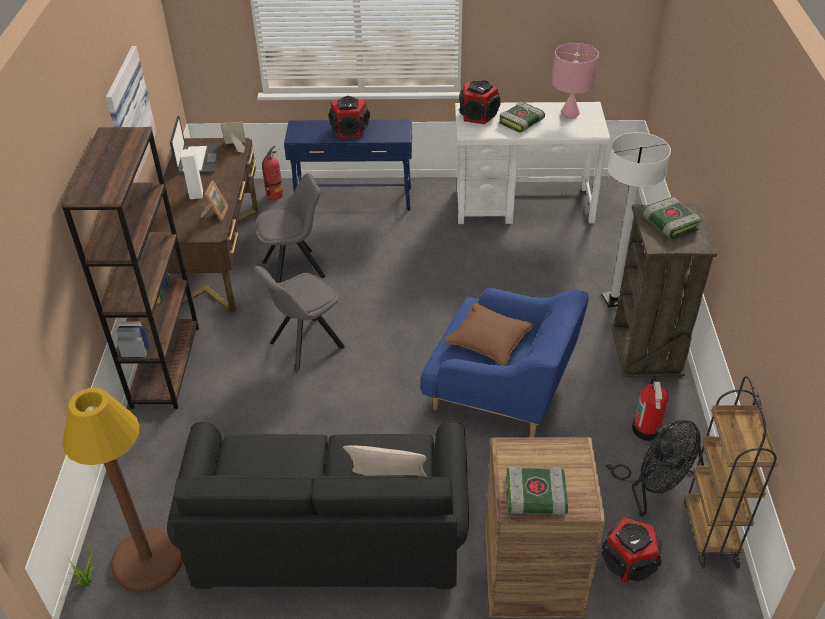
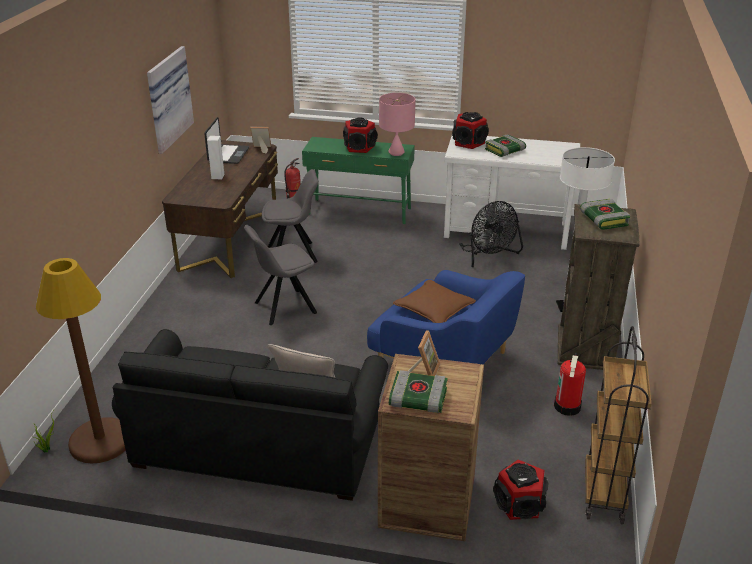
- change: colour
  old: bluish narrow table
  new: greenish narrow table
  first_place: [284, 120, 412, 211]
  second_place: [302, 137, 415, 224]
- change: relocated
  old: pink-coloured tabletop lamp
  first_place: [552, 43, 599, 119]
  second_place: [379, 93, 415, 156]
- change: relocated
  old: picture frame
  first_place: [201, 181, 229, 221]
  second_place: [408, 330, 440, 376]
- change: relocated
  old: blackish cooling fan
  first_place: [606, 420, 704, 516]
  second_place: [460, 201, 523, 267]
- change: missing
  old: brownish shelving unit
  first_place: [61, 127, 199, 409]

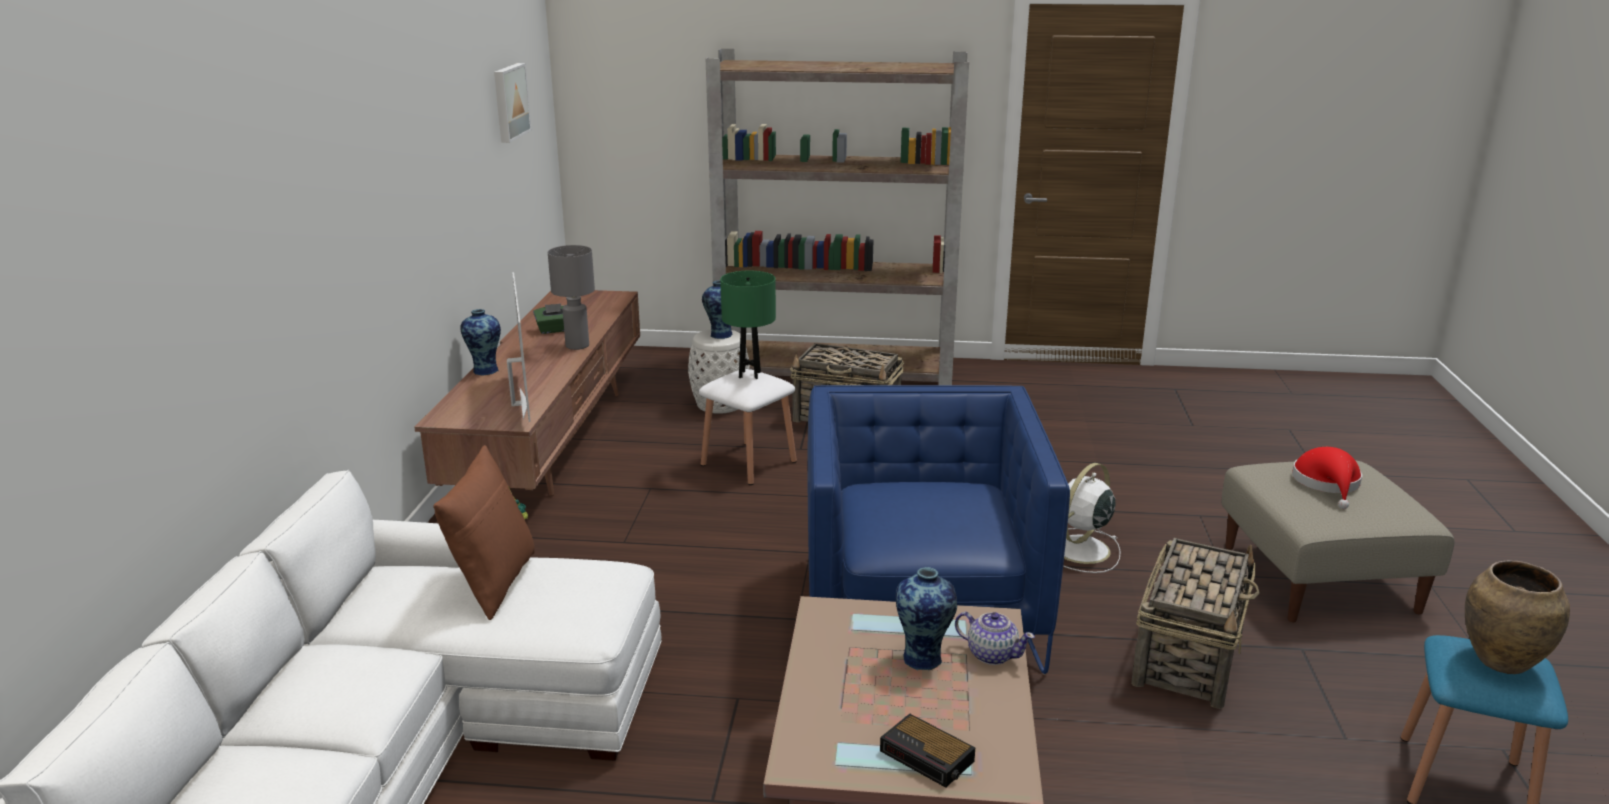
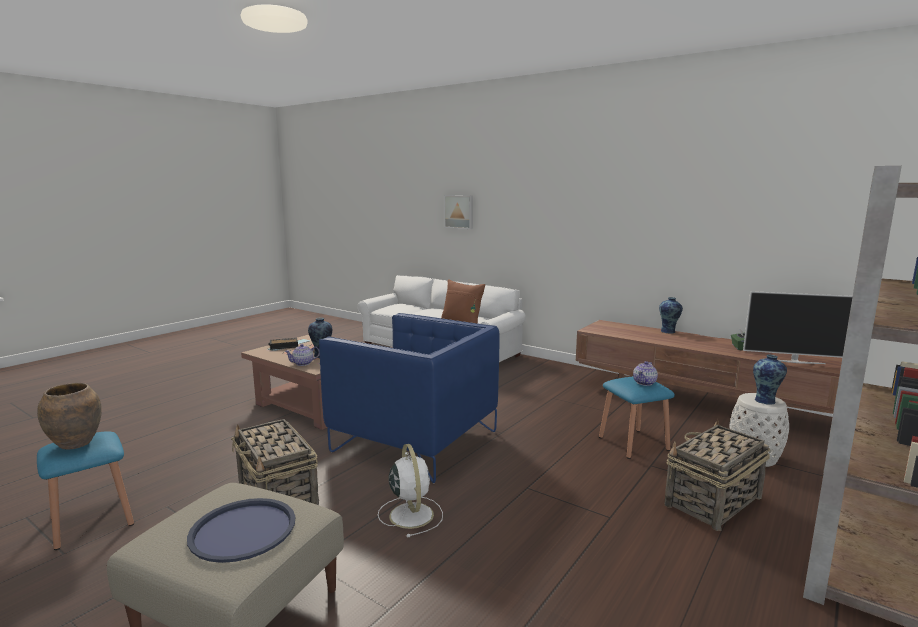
- change: exchanged
  old: reddish clothing hat
  new: bluish serving tray
  first_place: [1292, 447, 1362, 509]
  second_place: [187, 498, 295, 563]
- change: relocated
  old: picture
  first_place: [494, 63, 532, 143]
  second_place: [444, 195, 473, 229]
- change: colour
  old: white stool seat
  new: bluish stool seat
  first_place: [699, 369, 797, 485]
  second_place: [599, 377, 675, 459]
- change: exchanged
  old: greenish tabletop lamp
  new: pot for tea
  first_place: [720, 271, 776, 379]
  second_place: [633, 361, 658, 386]
- change: relocated
  old: television
  first_place: [507, 272, 531, 422]
  second_place: [743, 291, 853, 364]
- change: missing
  old: grey tabletop lamp
  first_place: [548, 245, 595, 350]

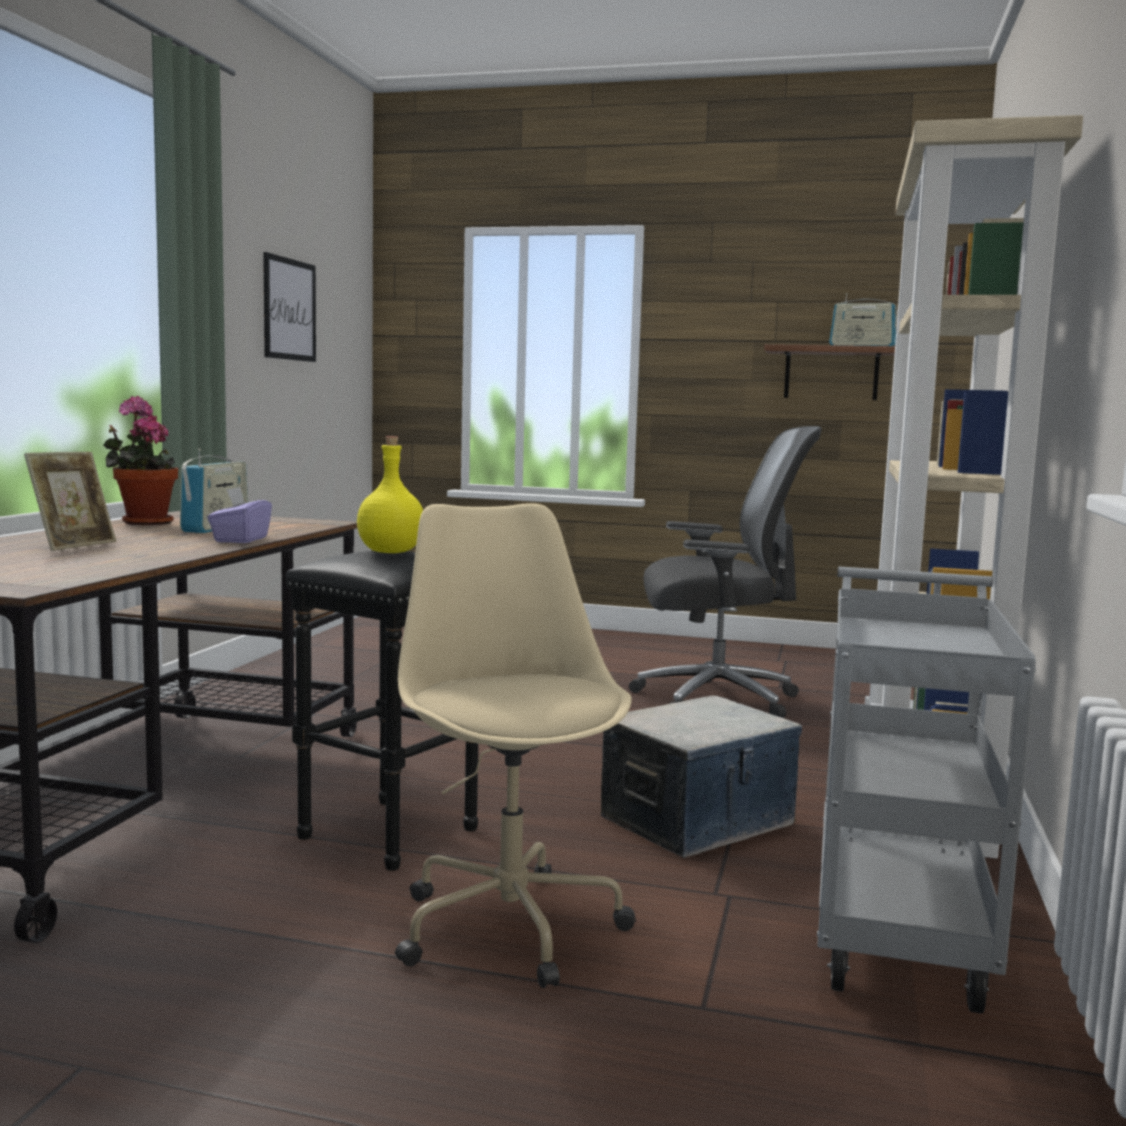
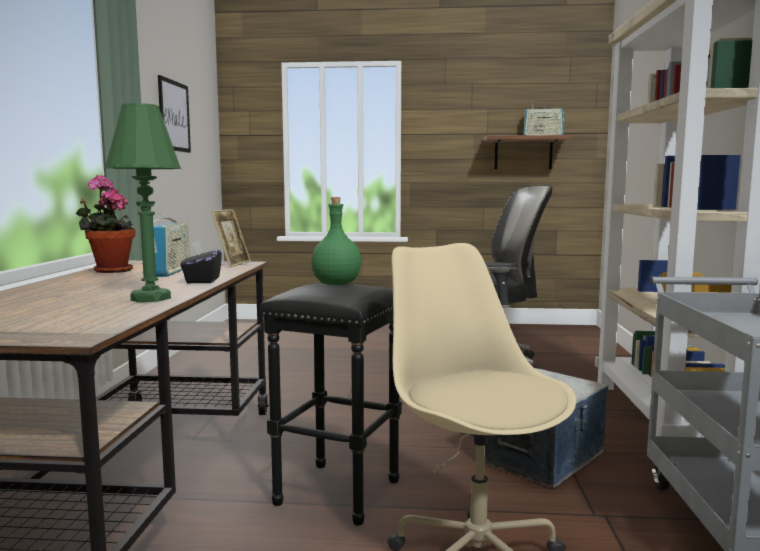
- change: appeared
  new: greenish tabletop lamp
  second_place: [105, 103, 181, 302]
- change: colour
  old: purple tissue holder
  new: blackish tissue holder
  first_place: [207, 487, 272, 543]
  second_place: [181, 240, 222, 283]
- change: relocated
  old: picture frame
  first_place: [24, 452, 116, 551]
  second_place: [211, 209, 251, 268]
- change: colour
  old: yellowish beverage bottle
  new: greenish beverage bottle
  first_place: [357, 436, 423, 553]
  second_place: [311, 197, 361, 285]

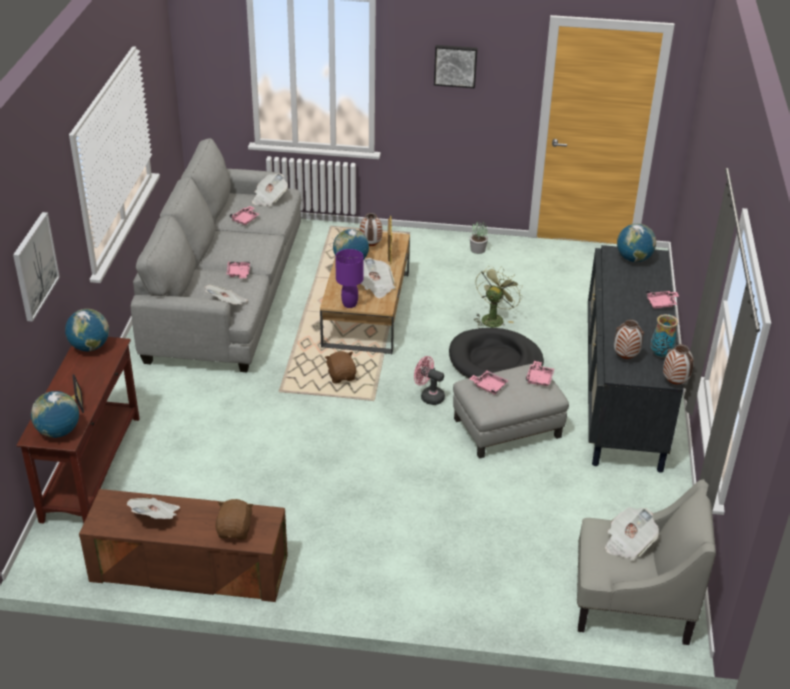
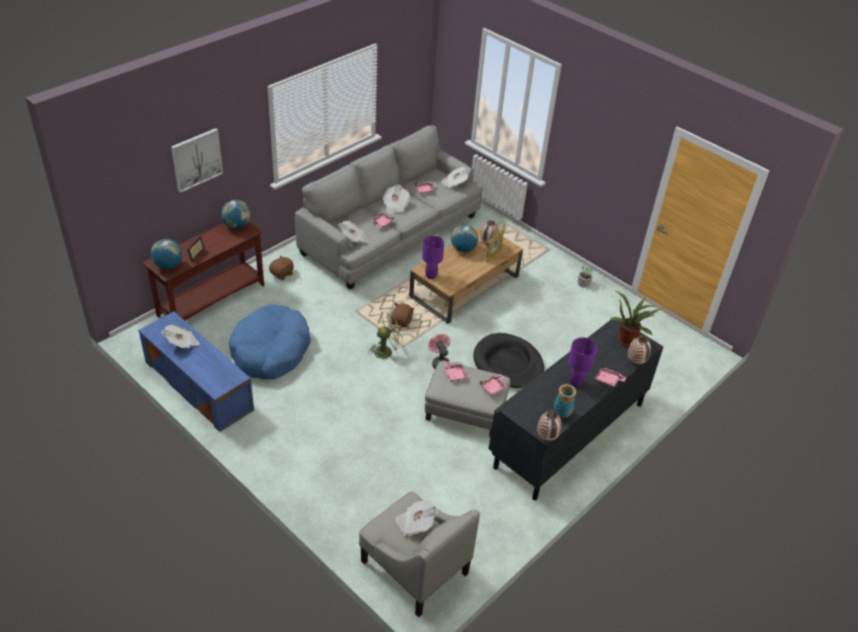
- change: colour
  old: brownish long seat
  new: bluish long seat
  first_place: [79, 489, 288, 602]
  second_place: [138, 311, 254, 432]
- change: appeared
  new: bluish dog bed
  second_place: [229, 304, 311, 380]
- change: relocated
  old: brownish plush toy
  first_place: [215, 499, 253, 540]
  second_place: [269, 255, 294, 280]
- change: relocated
  old: greenish cooling fan
  first_place: [474, 266, 523, 328]
  second_place: [369, 310, 404, 362]
- change: relocated
  old: printed paper
  first_place: [360, 258, 395, 298]
  second_place: [383, 185, 410, 214]
- change: appeared
  new: purple tabletop lamp
  second_place: [568, 338, 597, 387]
- change: exchanged
  old: desk globe
  new: potted plant
  first_place: [617, 223, 656, 262]
  second_place: [610, 291, 663, 346]
- change: relocated
  old: flower vase
  first_place: [614, 319, 644, 359]
  second_place: [628, 336, 651, 364]
- change: missing
  old: picture
  first_place: [434, 45, 477, 88]

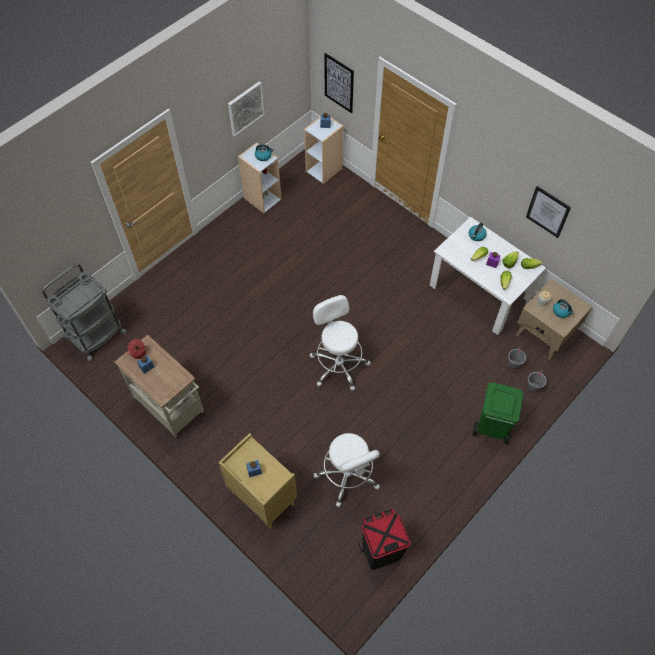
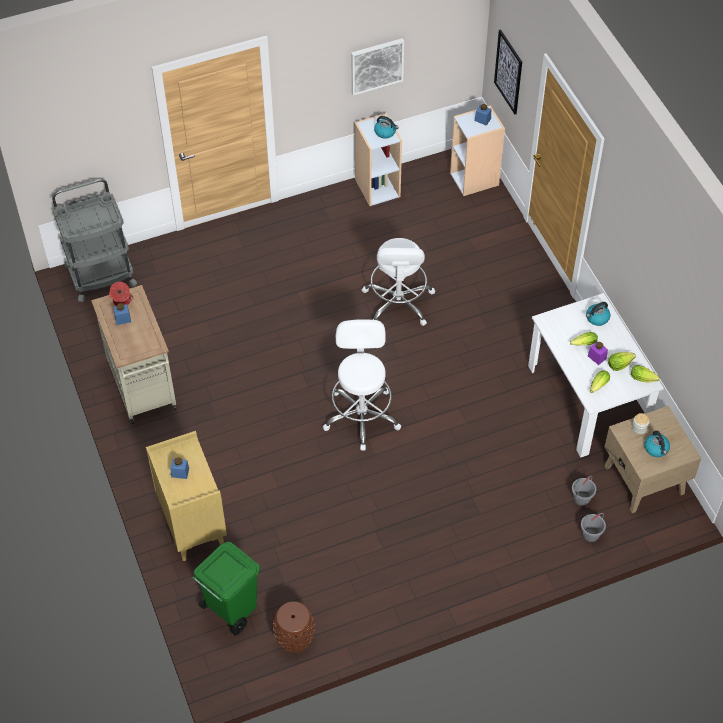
- change: relocated
  old: greenish waste bin
  first_place: [472, 382, 523, 444]
  second_place: [192, 542, 260, 635]
- change: exchanged
  old: blackish waste bin
  new: brownish stool seat
  first_place: [359, 508, 411, 570]
  second_place: [273, 601, 315, 653]
- change: relocated
  old: white stool seat
  first_place: [314, 433, 380, 507]
  second_place: [362, 238, 435, 326]
- change: missing
  old: picture
  first_place: [526, 186, 571, 238]

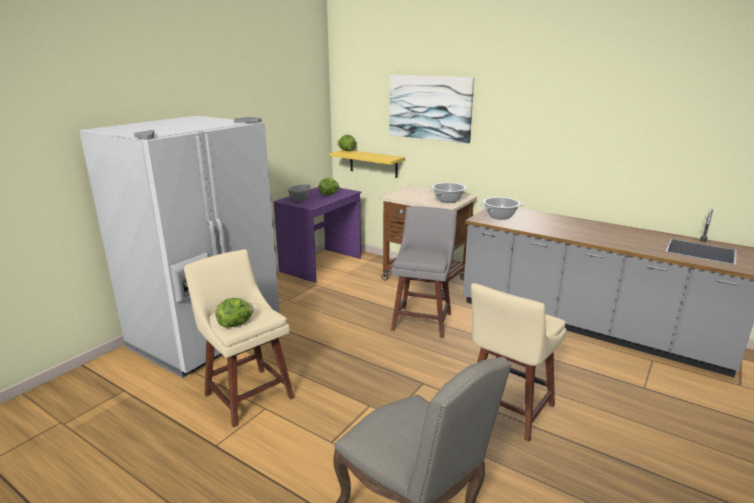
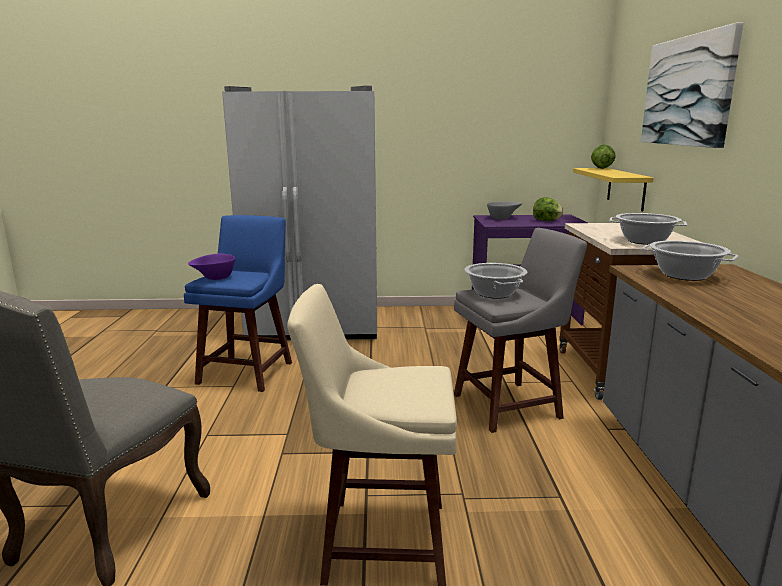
- change: colour
  old: beige stool seat
  new: bluish stool seat
  first_place: [184, 249, 294, 428]
  second_place: [184, 215, 292, 392]
- change: exchanged
  old: lettuce head
  new: purple deep dish
  first_place: [215, 298, 253, 328]
  second_place: [188, 254, 235, 280]
- change: appeared
  new: saucepot
  second_place: [464, 263, 527, 299]

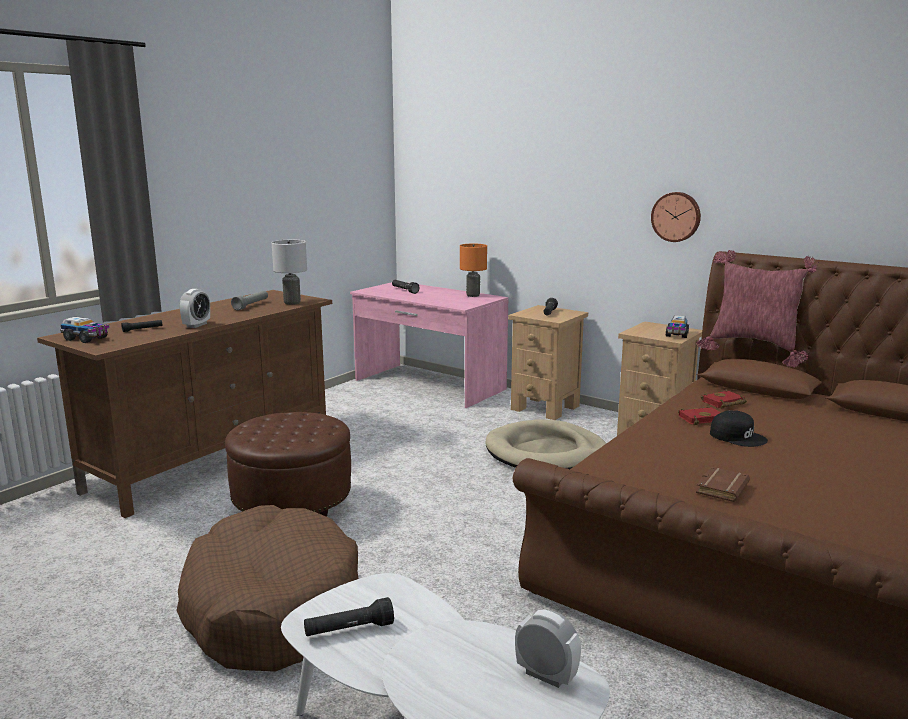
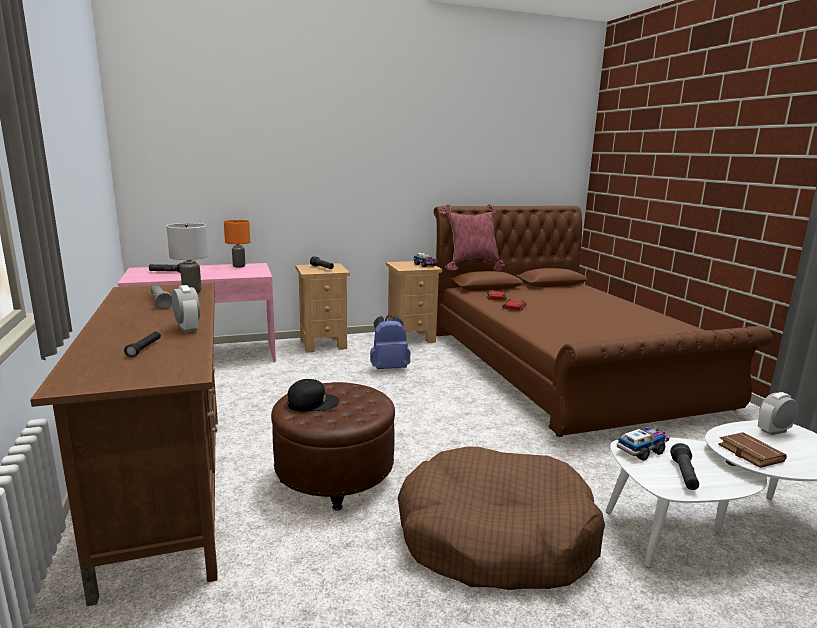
- change: relocated
  old: blackish peaked cap
  first_place: [710, 410, 768, 447]
  second_place: [287, 379, 339, 412]
- change: exchanged
  old: beige dog bed
  new: bluish backpack
  first_place: [485, 419, 606, 469]
  second_place: [370, 315, 411, 369]
- change: relocated
  old: model truck
  first_place: [60, 317, 110, 343]
  second_place: [617, 427, 670, 461]
- change: relocated
  old: brownish volume
  first_place: [696, 467, 750, 502]
  second_place: [718, 432, 787, 468]
- change: missing
  old: hanging clock
  first_place: [651, 192, 701, 242]

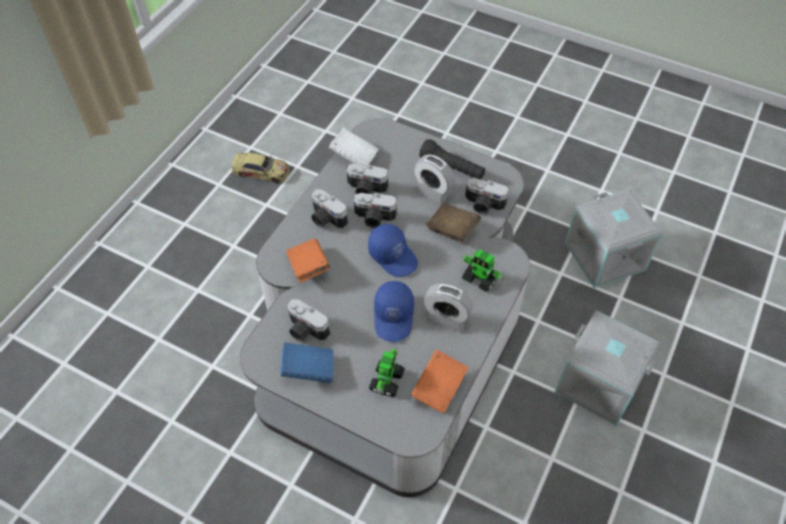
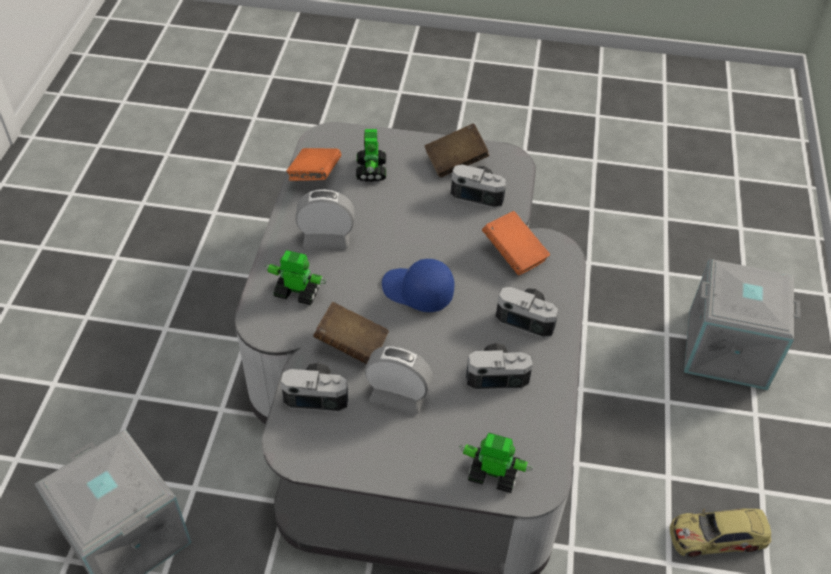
- change: colour
  old: bluish volume
  new: brownish volume
  first_place: [280, 342, 334, 383]
  second_place: [424, 123, 489, 178]
- change: appeared
  new: model robot
  second_place: [459, 433, 532, 493]
- change: relocated
  old: grey storage container
  first_place: [555, 310, 660, 426]
  second_place: [684, 259, 800, 390]
- change: missing
  old: white volume
  first_place: [329, 128, 379, 166]
- change: missing
  old: still camera
  first_place: [354, 193, 397, 228]
- change: missing
  old: bluish peaked cap
  first_place: [374, 281, 414, 342]
- change: missing
  old: blackish hand torch
  first_place: [419, 139, 485, 180]

